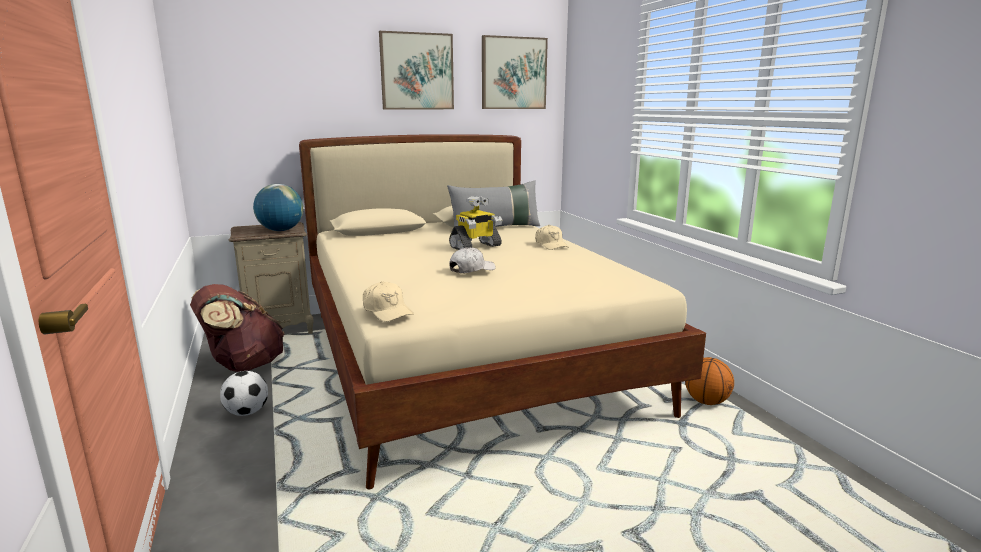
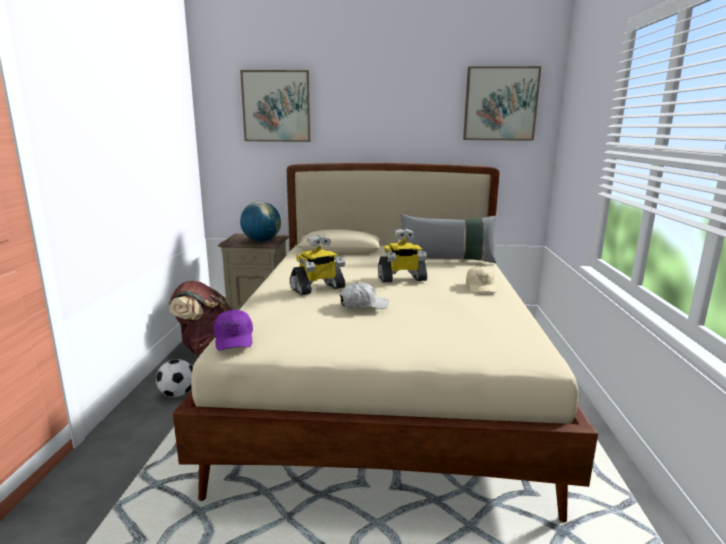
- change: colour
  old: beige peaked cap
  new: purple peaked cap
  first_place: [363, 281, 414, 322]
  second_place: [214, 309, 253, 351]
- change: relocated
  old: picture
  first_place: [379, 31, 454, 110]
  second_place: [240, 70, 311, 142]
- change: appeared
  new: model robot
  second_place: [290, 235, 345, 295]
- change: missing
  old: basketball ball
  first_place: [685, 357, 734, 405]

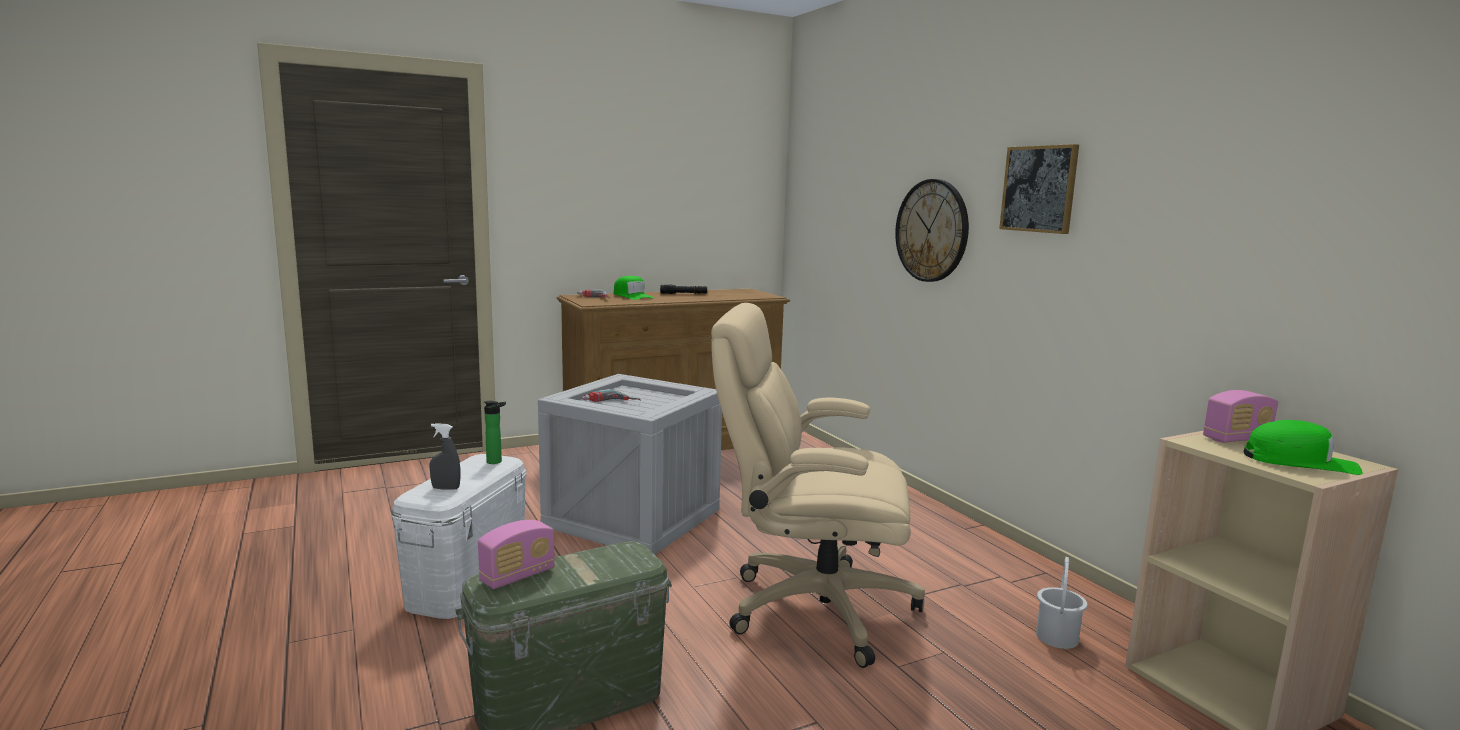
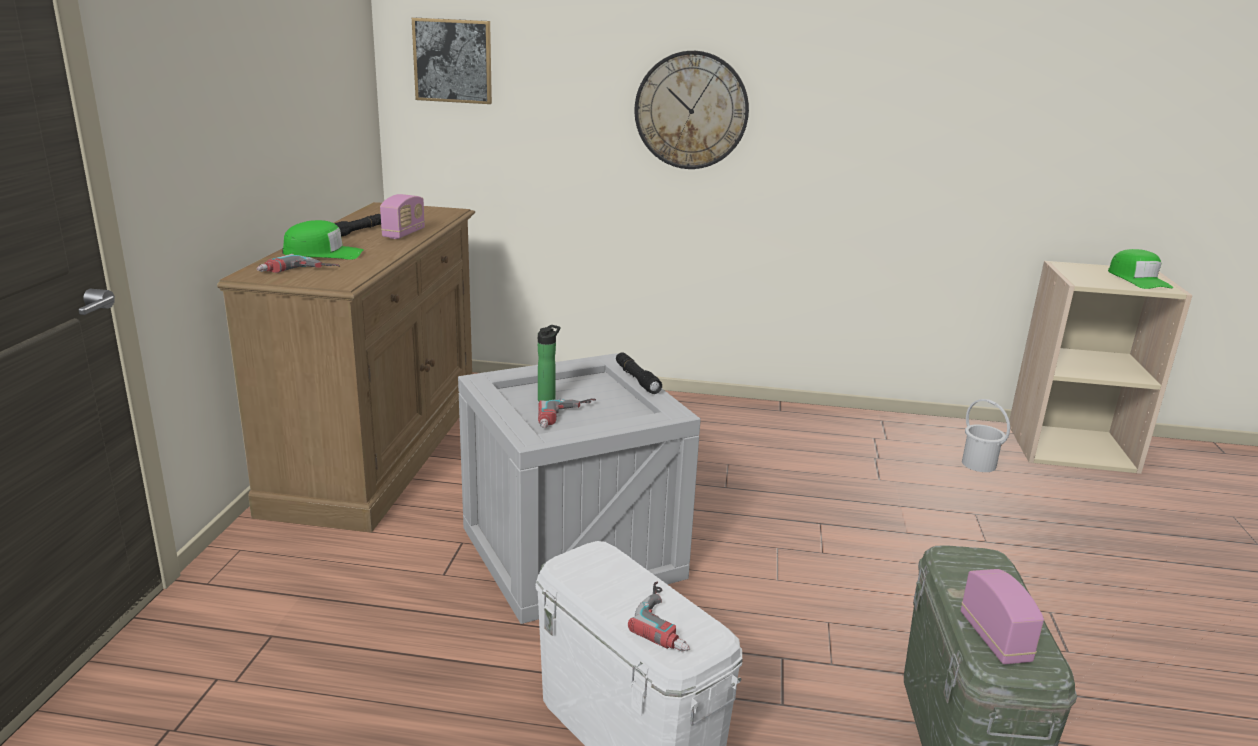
- change: relocated
  old: radio receiver
  first_place: [1203, 390, 1278, 443]
  second_place: [380, 194, 425, 239]
- change: relocated
  old: picture
  first_place: [999, 144, 1079, 234]
  second_place: [412, 18, 492, 104]
- change: relocated
  old: beverage bottle
  first_place: [484, 401, 506, 464]
  second_place: [538, 325, 560, 401]
- change: appeared
  new: blackish hand torch
  second_place: [616, 353, 662, 394]
- change: exchanged
  old: grey spray bottle
  new: power drill
  first_place: [429, 423, 460, 489]
  second_place: [628, 581, 690, 651]
- change: spun
  old: greenish peaked cap
  first_place: [1243, 420, 1363, 475]
  second_place: [1108, 249, 1173, 289]
  degrees: 120
- change: missing
  old: beige office chair
  first_place: [711, 303, 925, 668]

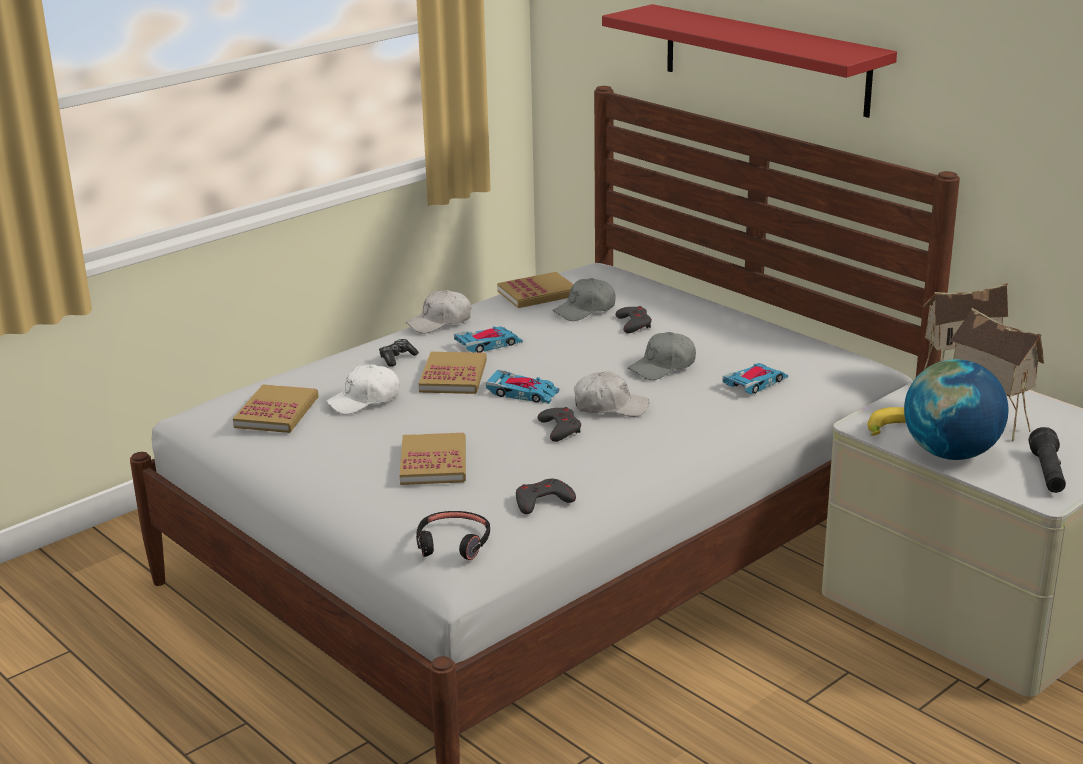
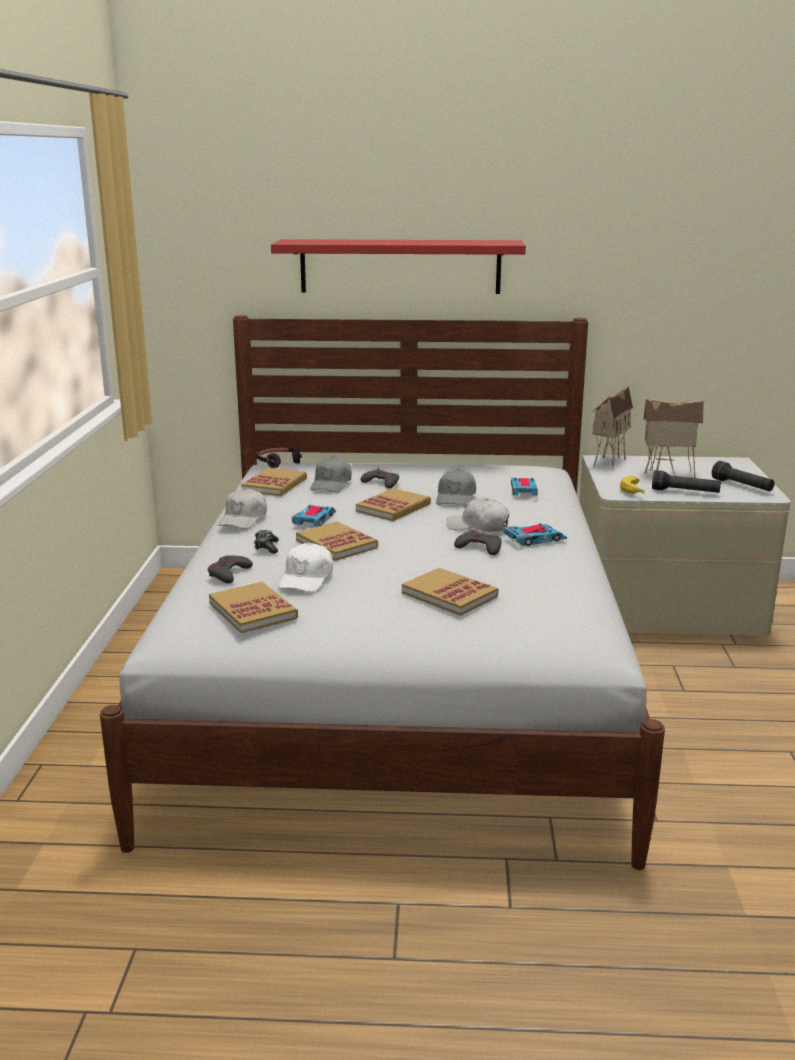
- change: relocated
  old: grey gamepad
  first_place: [516, 479, 576, 514]
  second_place: [208, 555, 253, 584]
- change: relocated
  old: blackish headphones
  first_place: [416, 511, 490, 560]
  second_place: [256, 447, 302, 468]
- change: appeared
  new: volume
  second_place: [356, 488, 431, 521]
- change: spun
  old: white peaked cap
  first_place: [574, 371, 649, 417]
  second_place: [447, 498, 509, 532]
  degrees: -120
- change: relocated
  old: toy car
  first_place: [486, 369, 559, 404]
  second_place: [503, 523, 567, 546]
- change: exchanged
  old: desk globe
  new: blackish hand torch
  first_place: [904, 359, 1009, 460]
  second_place: [652, 470, 721, 493]

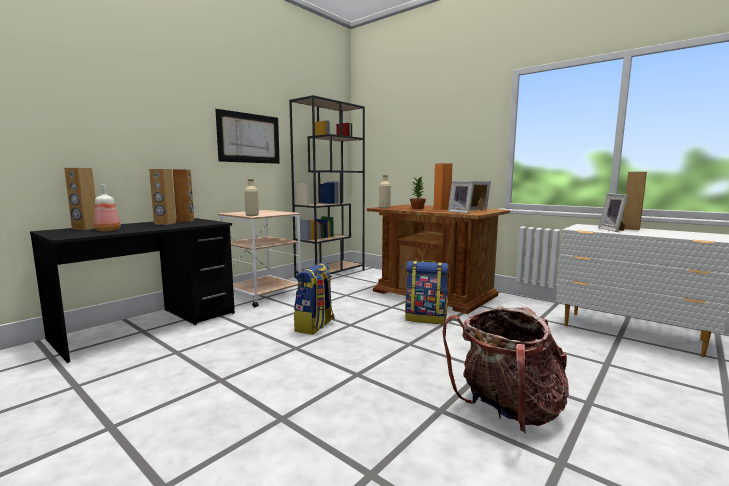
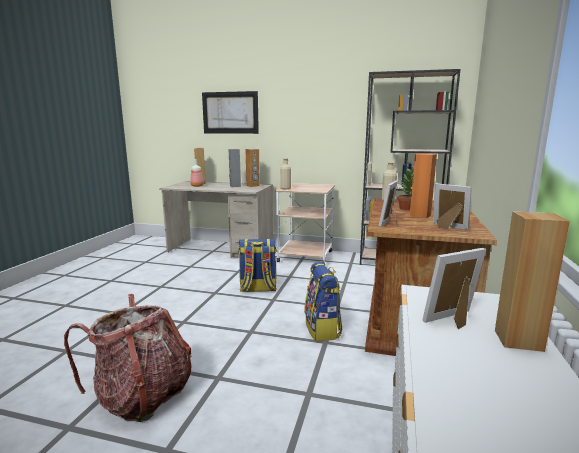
- change: colour
  old: blackish desk unit
  new: beige desk unit
  first_place: [30, 218, 235, 363]
  second_place: [159, 181, 273, 258]
- change: relocated
  old: picture
  first_place: [215, 109, 280, 164]
  second_place: [202, 91, 259, 134]
- change: colour
  old: brownish loudspeaker
  new: grey loudspeaker
  first_place: [149, 169, 176, 225]
  second_place: [229, 149, 241, 187]

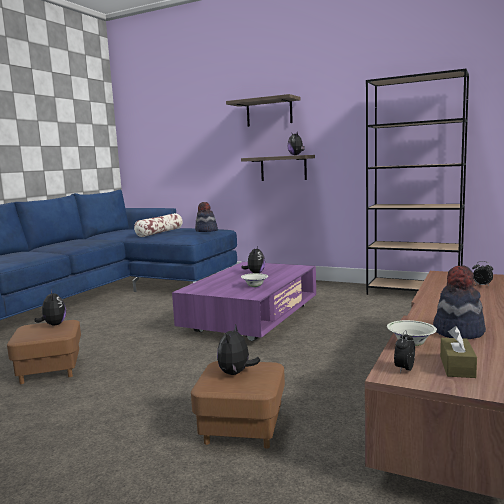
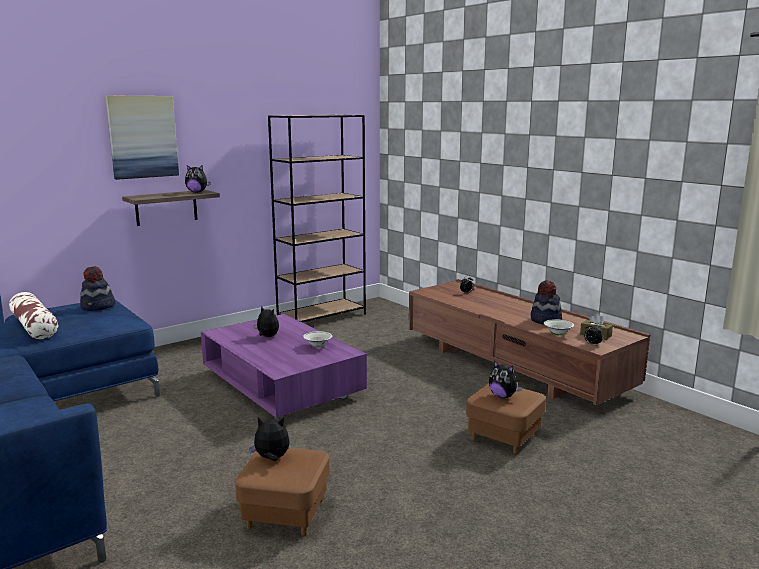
- change: exchanged
  old: wall shelf
  new: picture
  first_place: [226, 94, 300, 127]
  second_place: [105, 95, 179, 180]

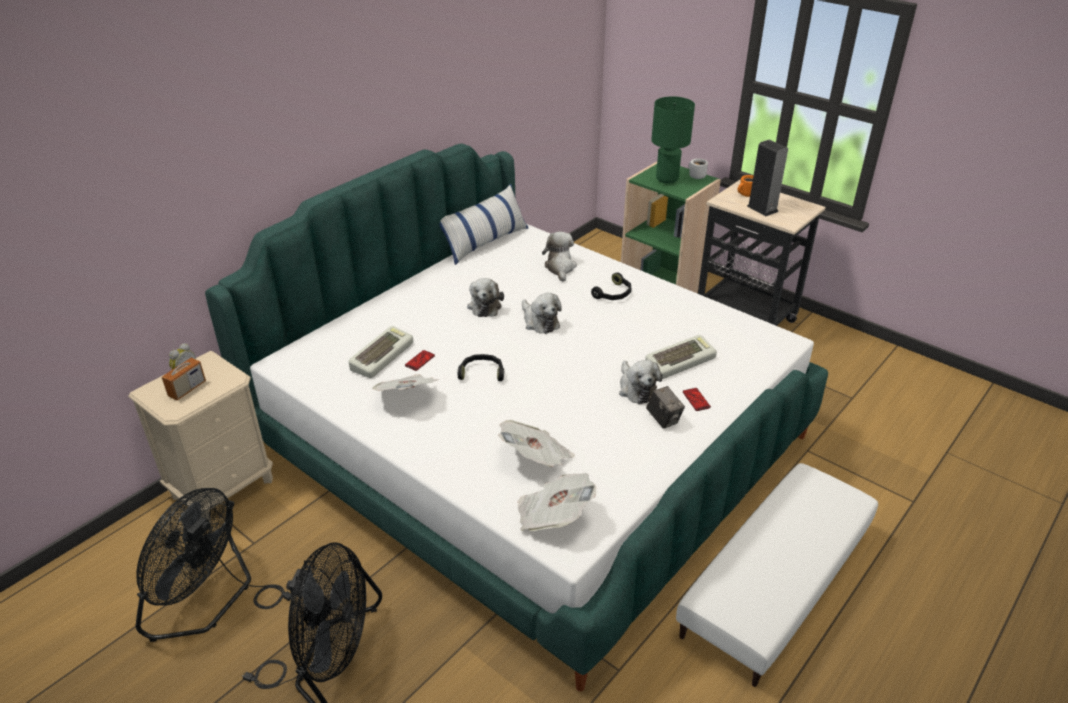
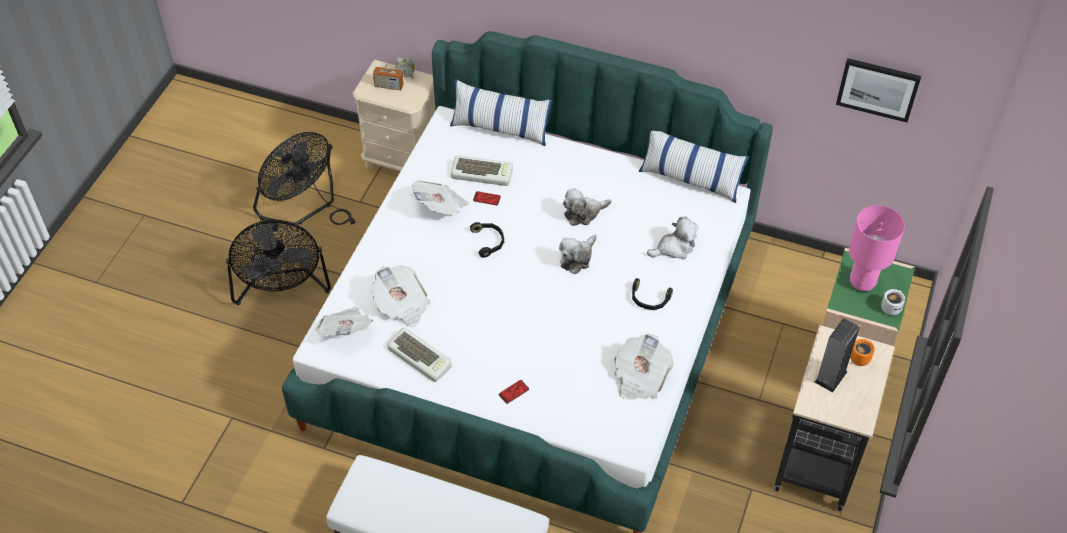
- change: spun
  old: blackish cooling fan
  first_place: [135, 488, 292, 642]
  second_place: [253, 132, 355, 225]
  degrees: -45
- change: relocated
  old: PC keyboard
  first_place: [645, 335, 717, 379]
  second_place: [387, 328, 452, 382]
- change: appeared
  new: throw pillow
  second_place: [450, 79, 552, 146]
- change: appeared
  new: printed paper
  second_place: [614, 333, 673, 400]
- change: appeared
  new: picture
  second_place: [836, 58, 921, 123]
- change: colour
  old: greenish tabletop lamp
  new: pink-coloured tabletop lamp
  first_place: [651, 96, 695, 184]
  second_place: [849, 205, 905, 291]
- change: missing
  old: plush toy
  first_place: [619, 360, 662, 404]
- change: missing
  old: still camera
  first_place: [646, 386, 685, 429]

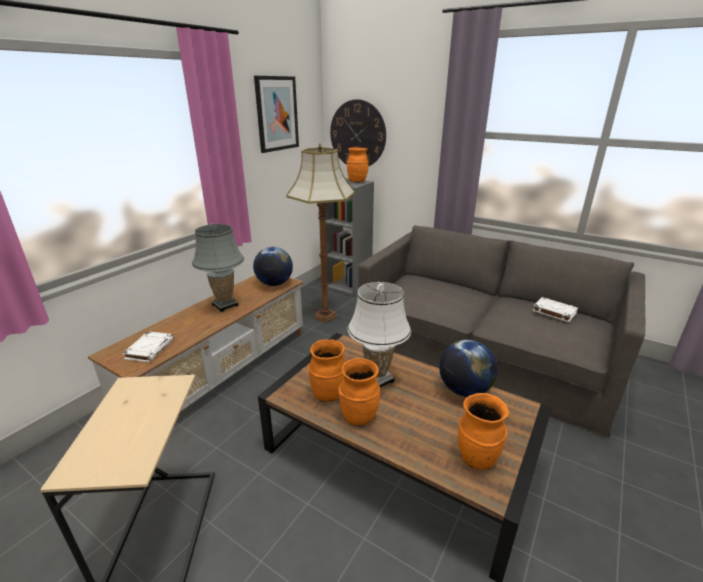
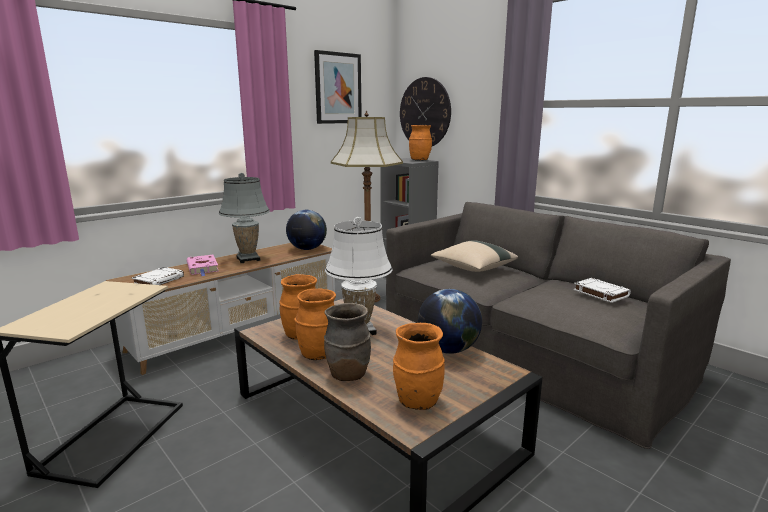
- change: appeared
  new: pink-coloured volume
  second_place: [187, 255, 219, 276]
- change: appeared
  new: brownish flower vase
  second_place: [324, 303, 371, 381]
- change: appeared
  new: beige throw pillow
  second_place: [431, 240, 518, 272]

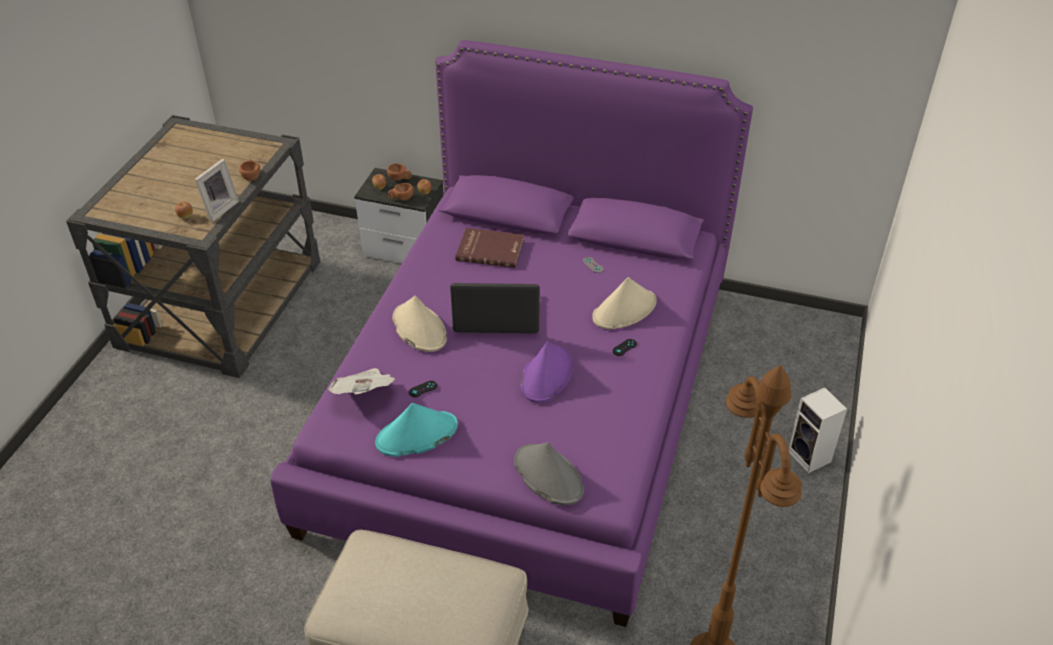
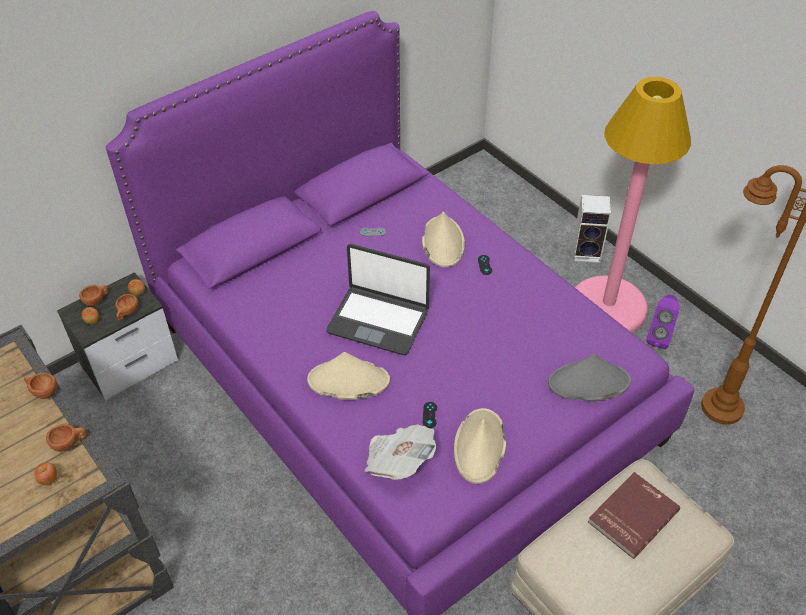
- change: exchanged
  old: picture frame
  new: brownish cup
  first_place: [194, 159, 239, 222]
  second_place: [46, 424, 87, 452]
- change: spun
  old: notebook computer
  first_place: [450, 283, 540, 333]
  second_place: [326, 244, 430, 355]
  degrees: -105
- change: colour
  old: turquoise clothing hat
  new: beige clothing hat
  first_place: [375, 403, 458, 457]
  second_place: [454, 408, 506, 484]
- change: appeared
  new: pink-coloured standard lamp
  second_place: [575, 77, 691, 333]
- change: relocated
  old: reddish volume
  first_place: [455, 228, 524, 268]
  second_place: [588, 472, 680, 559]
- change: appeared
  new: purple loudspeaker
  second_place: [646, 295, 680, 349]
- change: missing
  old: purple clothing hat
  first_place: [520, 341, 573, 403]

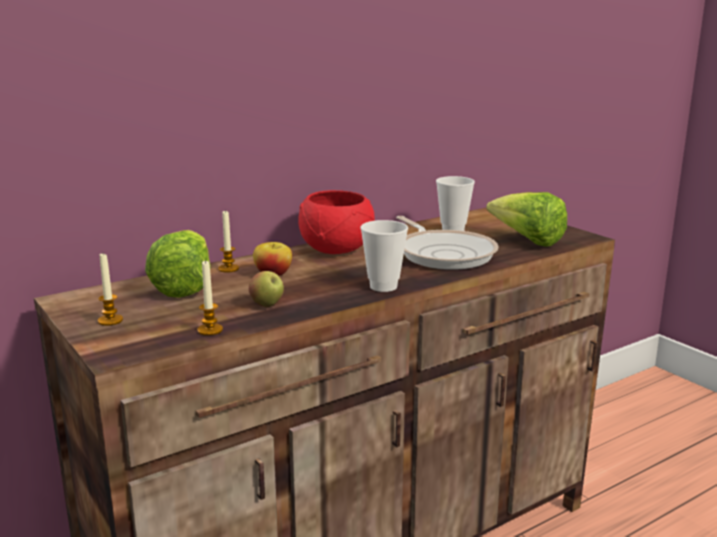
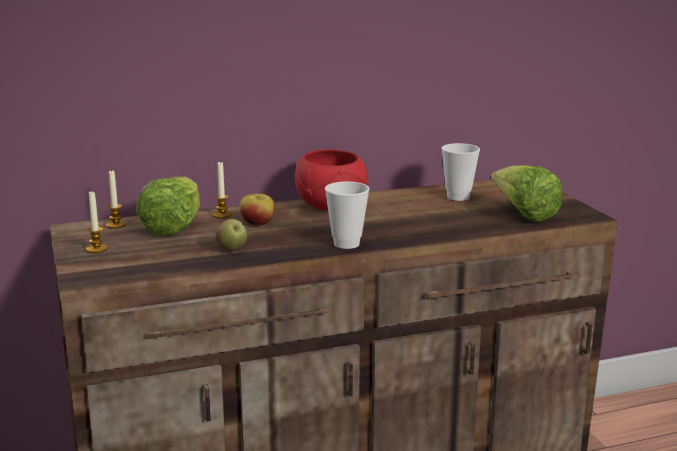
- change: relocated
  old: candle
  first_place: [197, 260, 223, 336]
  second_place: [106, 169, 126, 229]
- change: missing
  old: skillet
  first_place: [396, 216, 499, 270]

